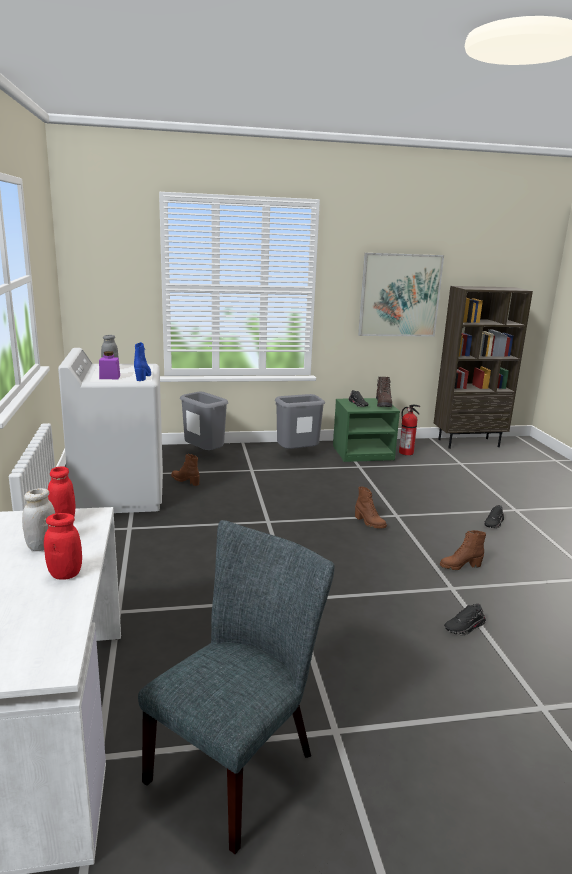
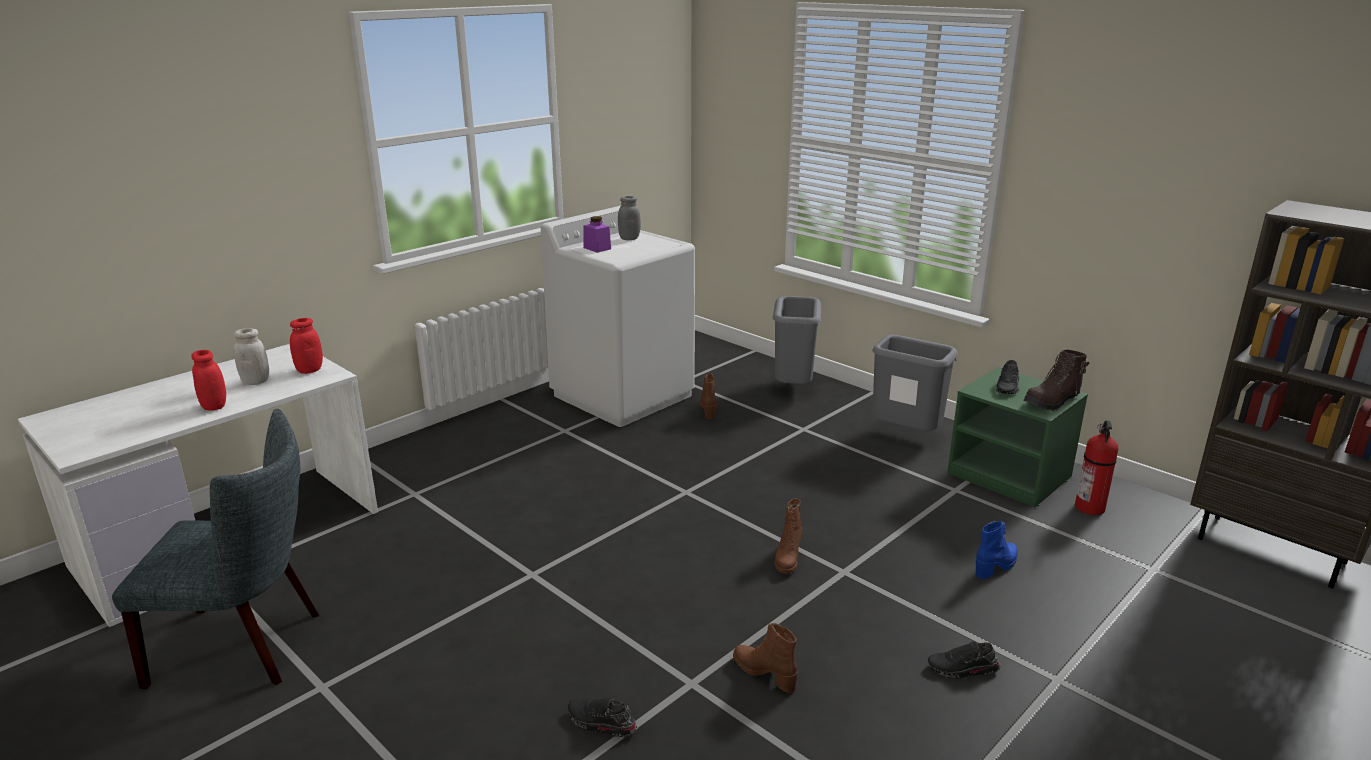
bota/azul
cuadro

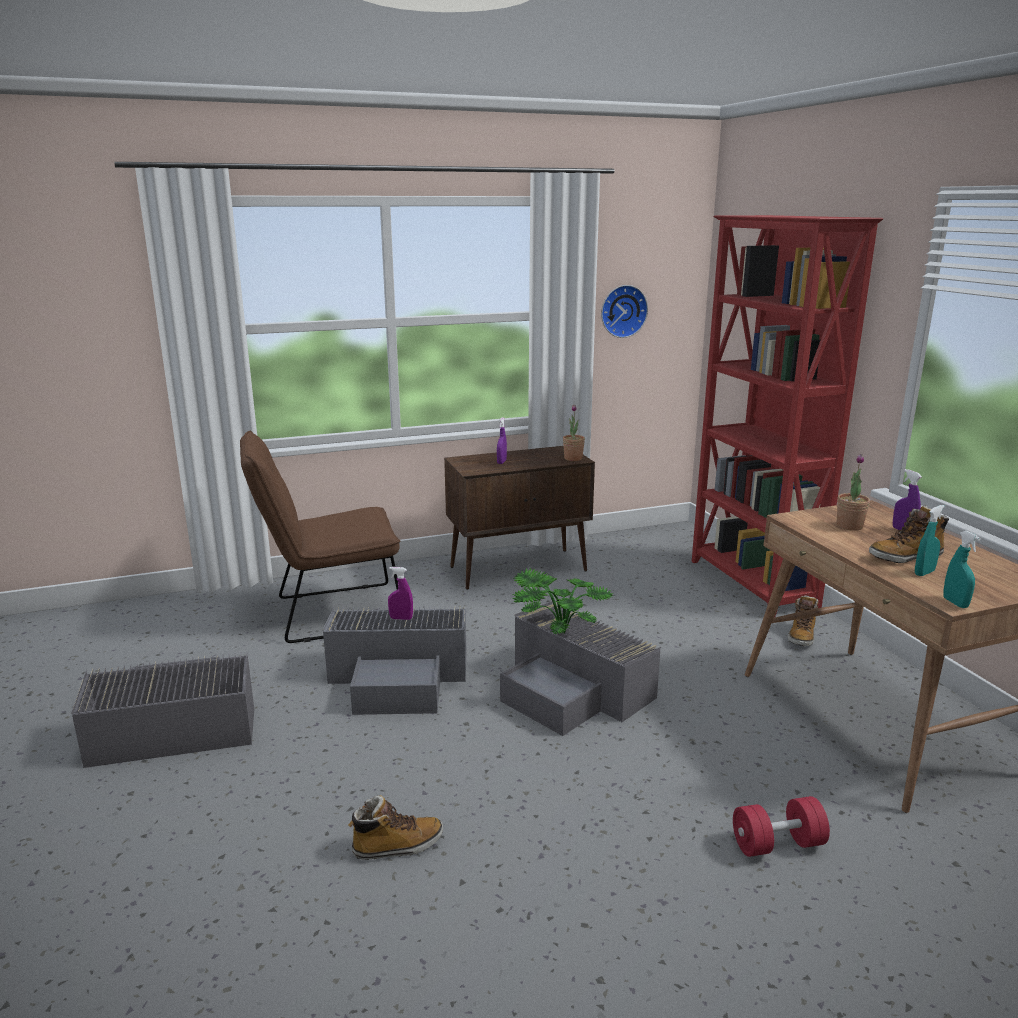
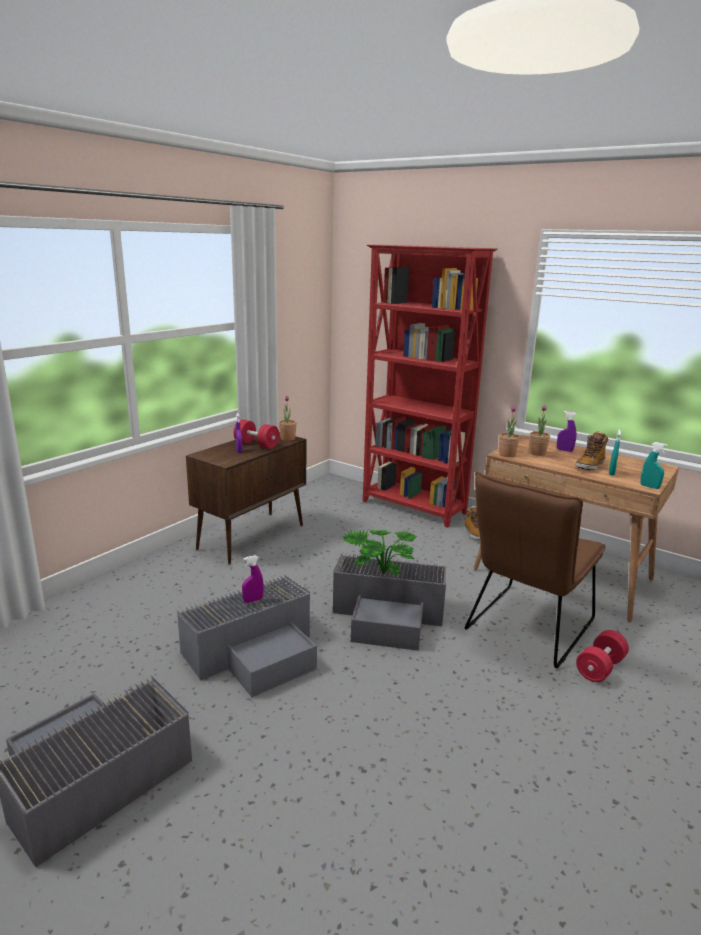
mancuerna/rojo (1st from left)
silla/marrón
planta en maceta (3rd from left)
bota (1st from left in the first image)
reloj de pared

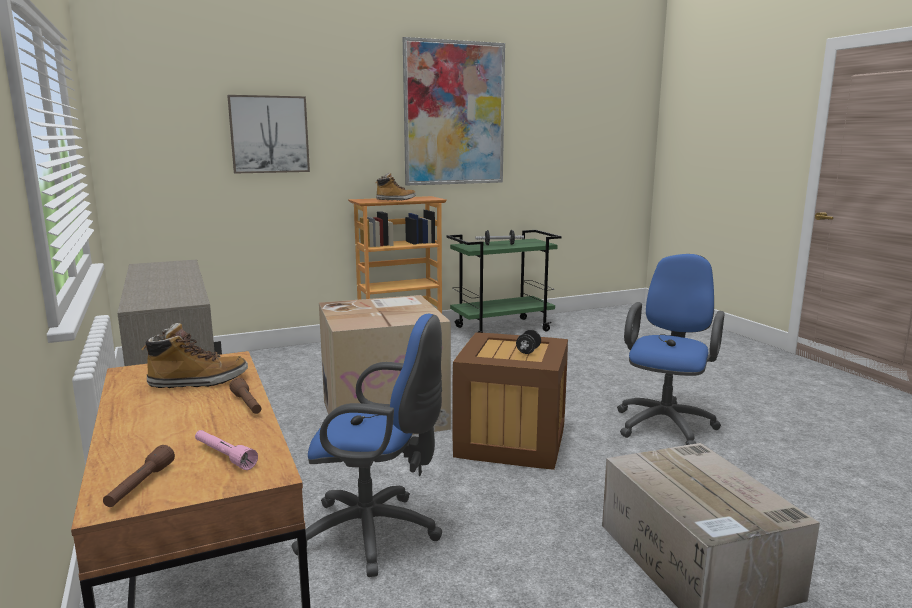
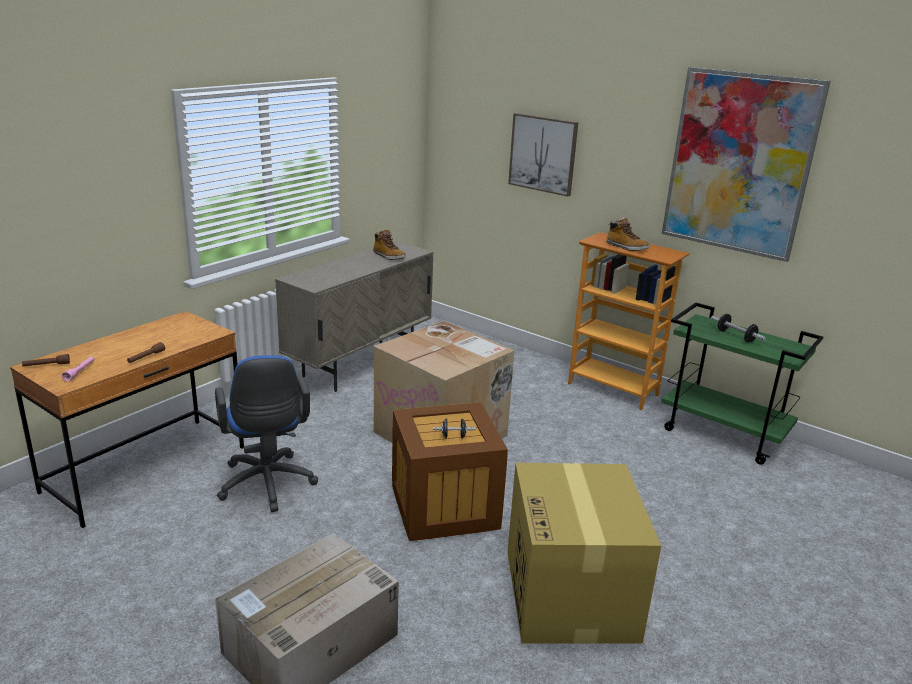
bota (1st from left)
caja de cartón (3rd from left)

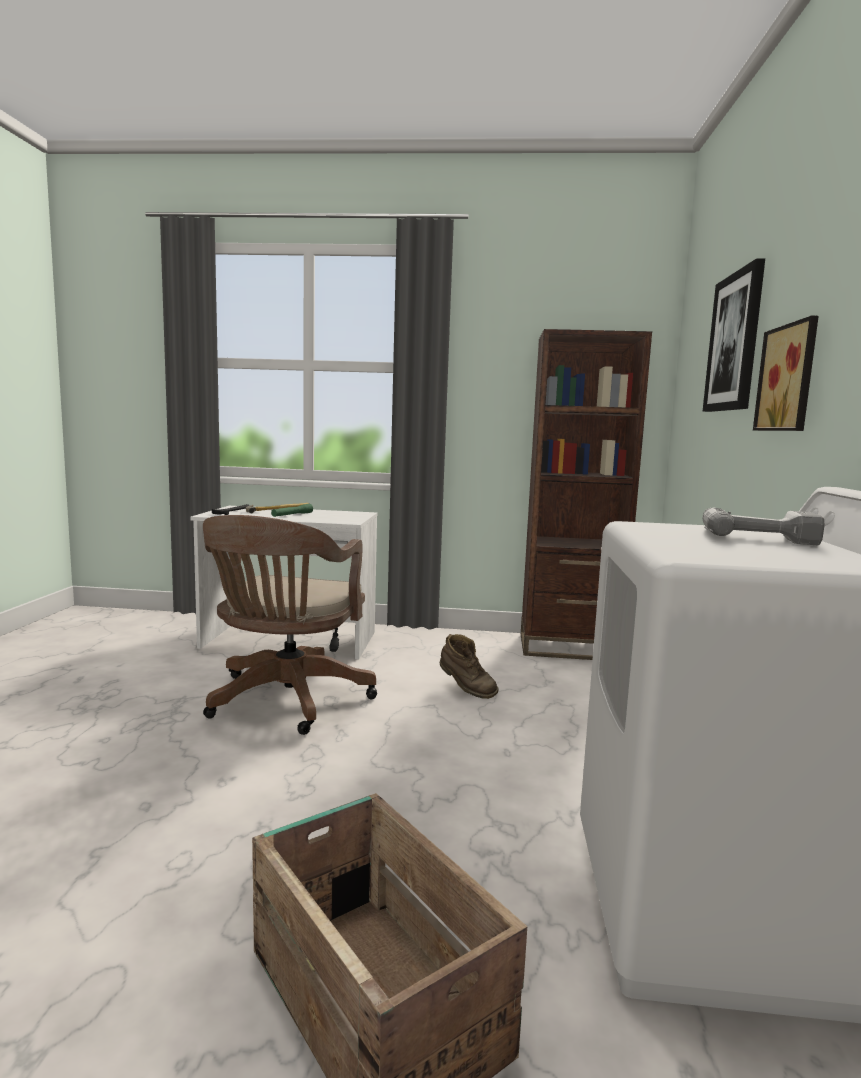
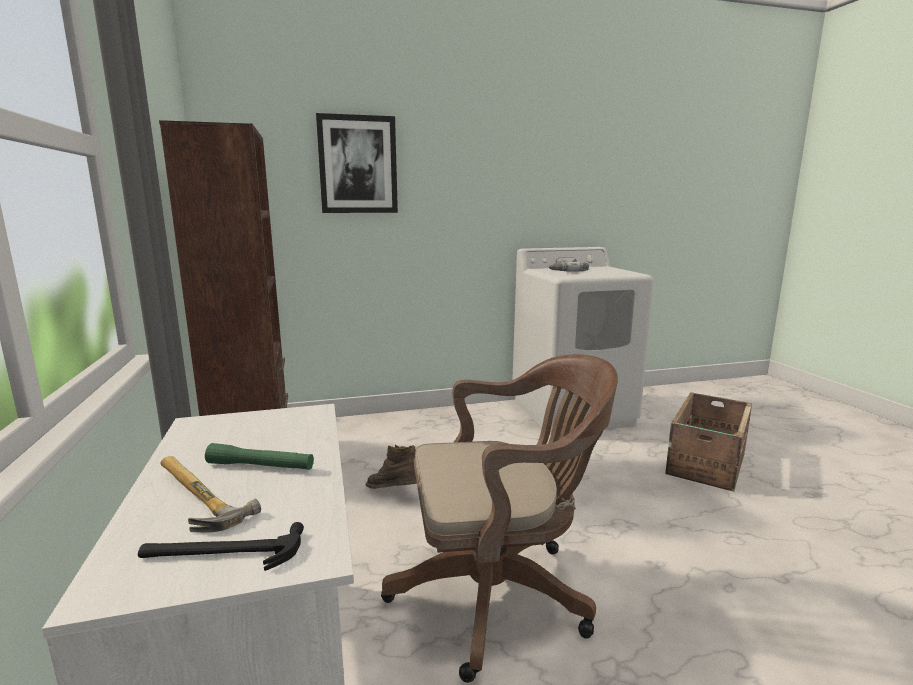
bota/marrón
cuadro (2nd from left in the first image)

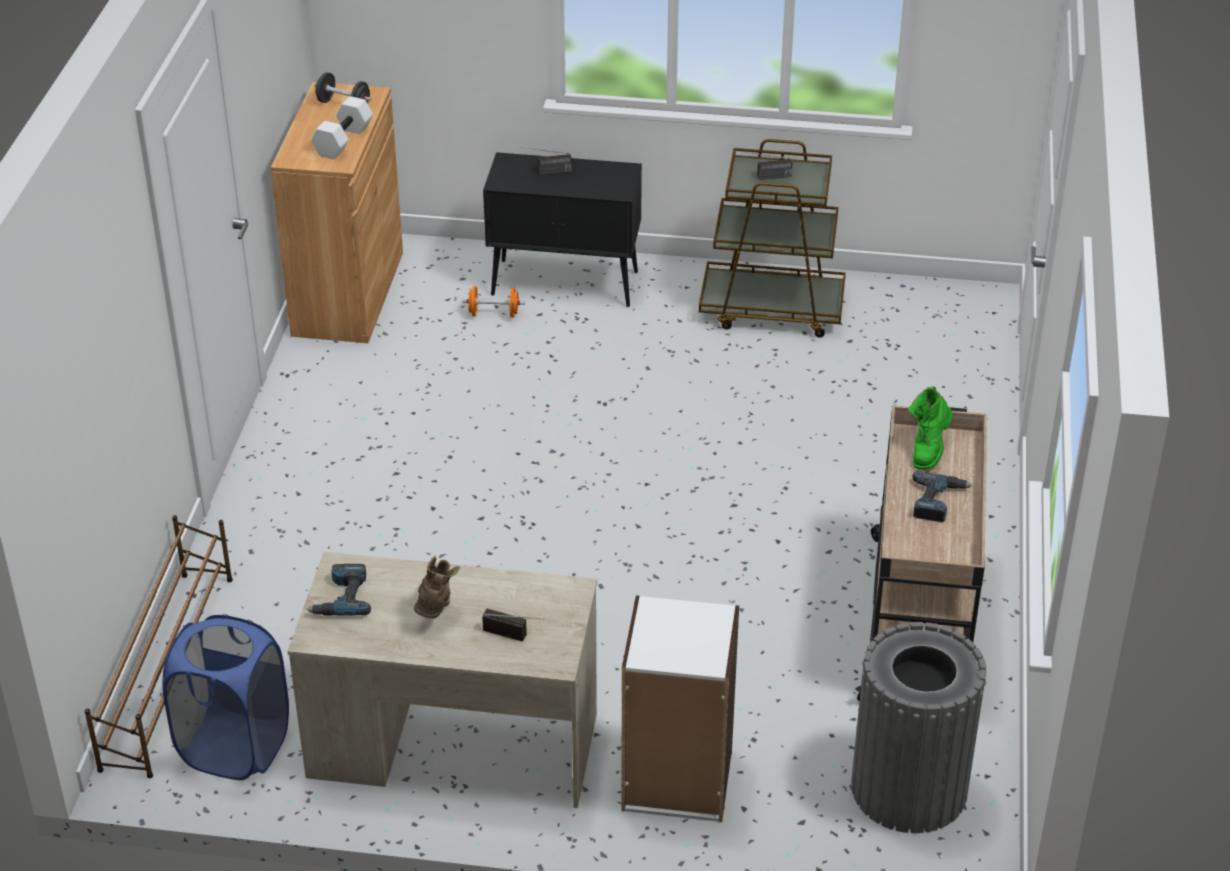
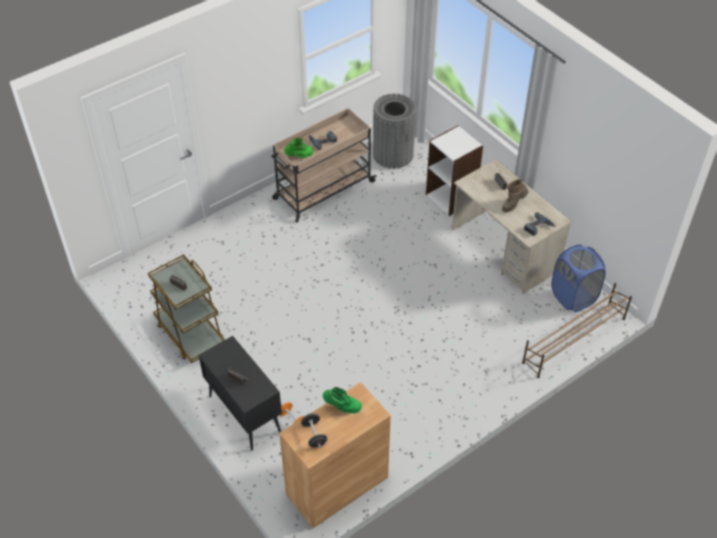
bota/verde (2nd from left)

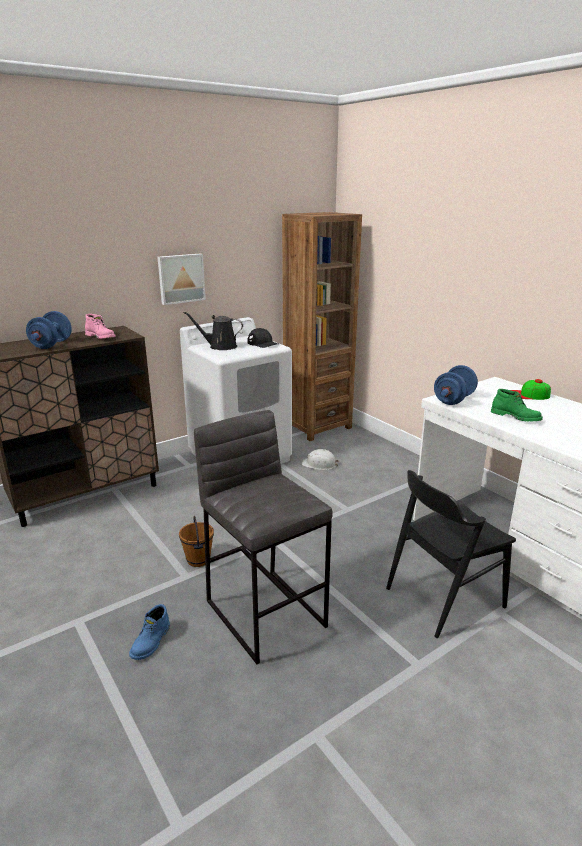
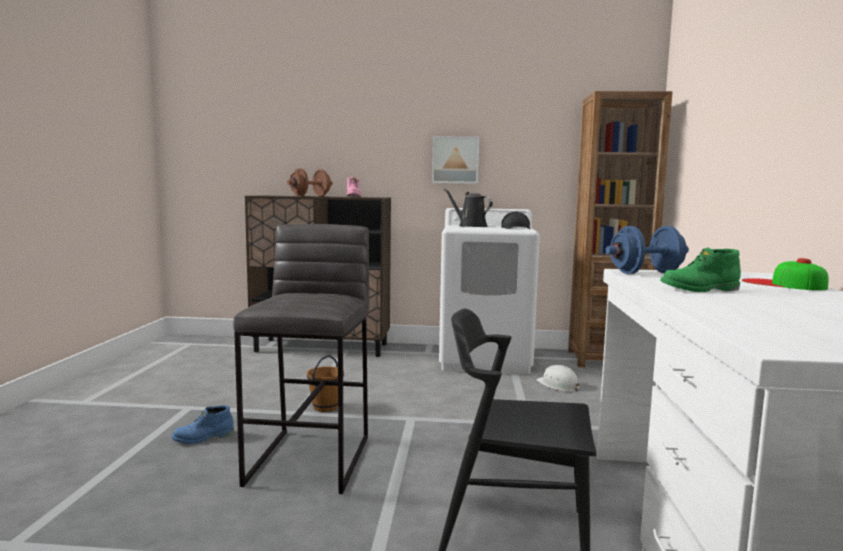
mancuerna/marrón
bota/verde

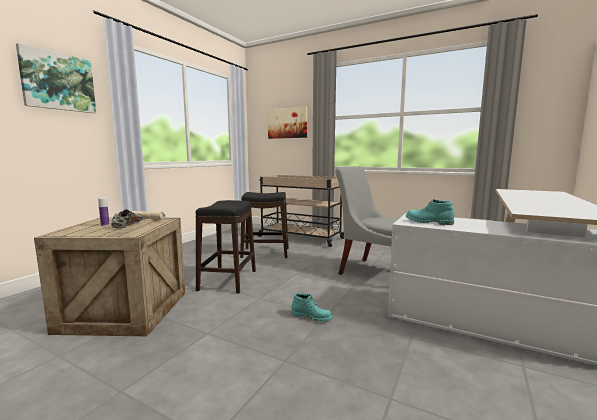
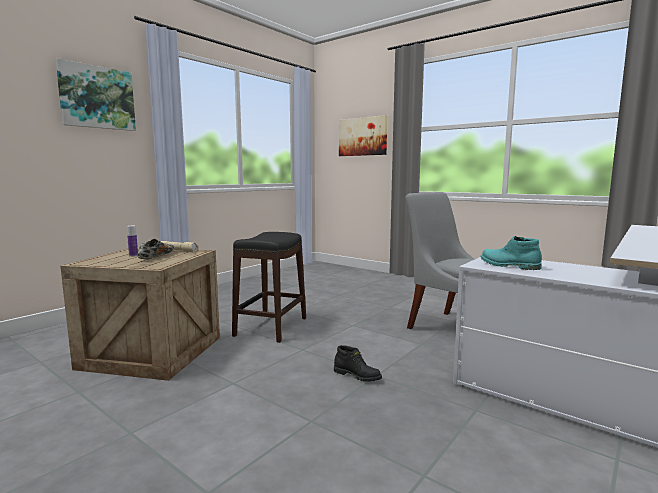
bota/negro
taburete/negro (2nd from left in the first image)
carrito/beis

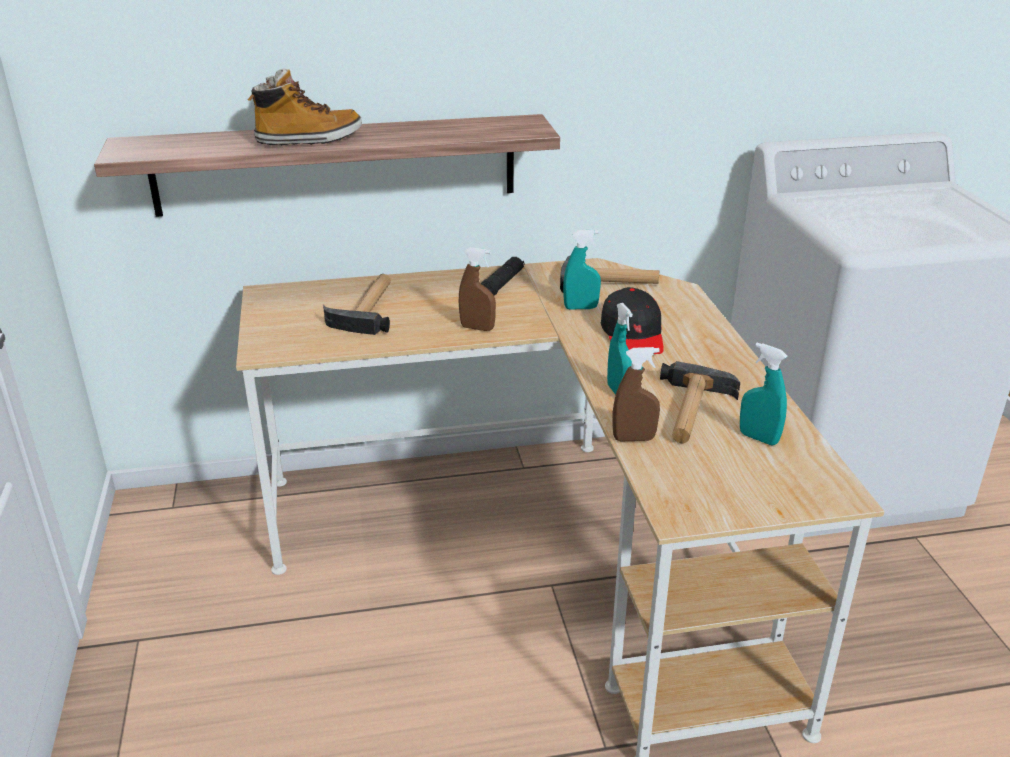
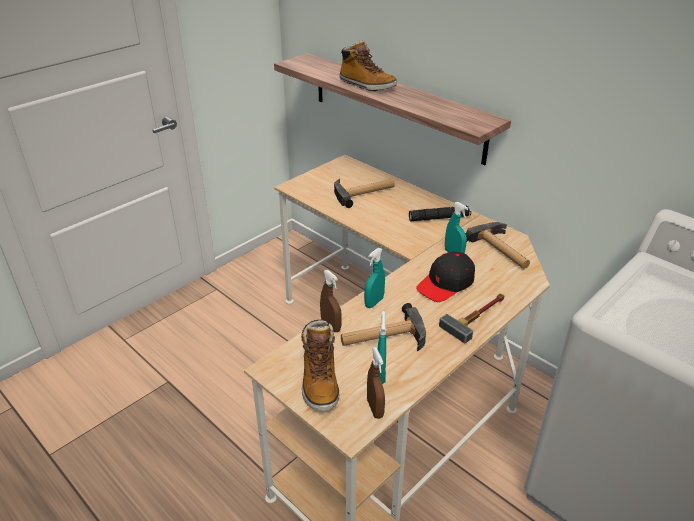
bota (1st from left)
pulverizador/marrón (2nd from left)
martillo (3rd from left)

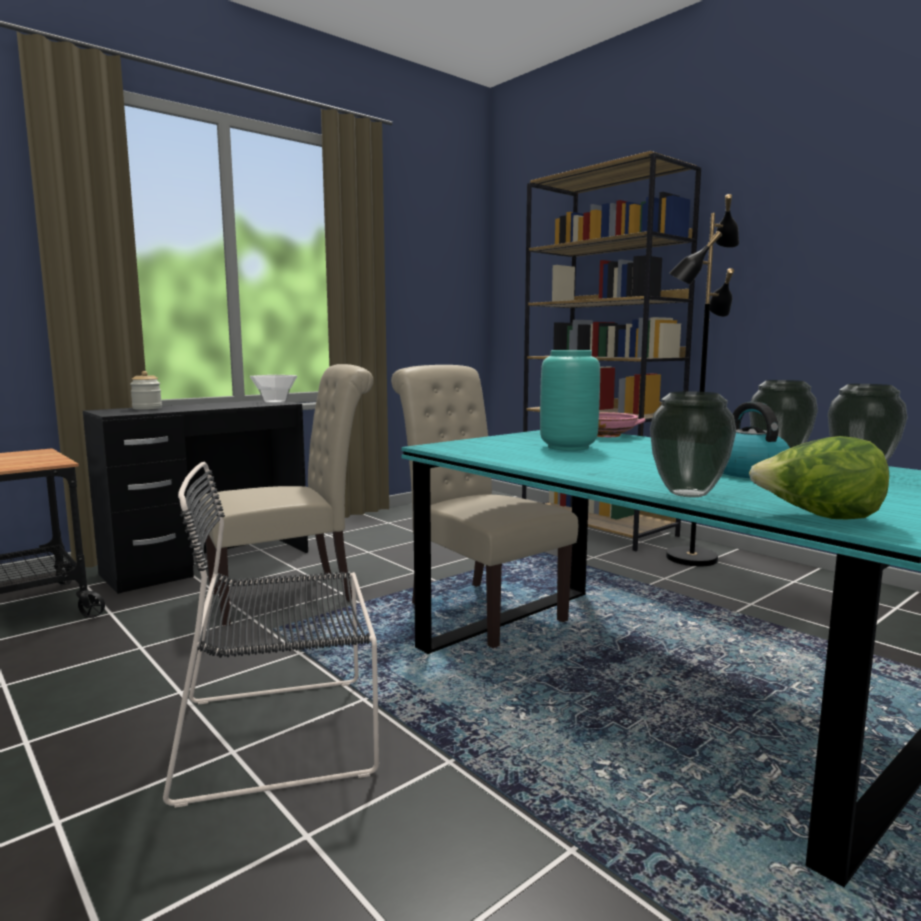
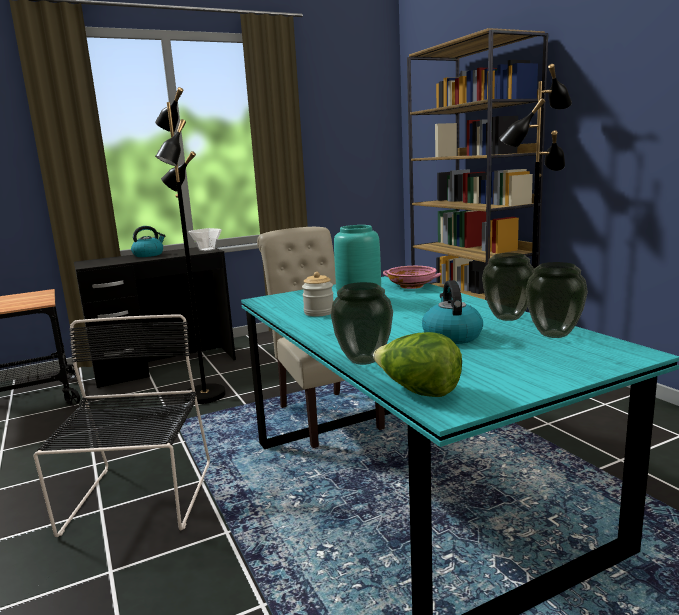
silla/negro
hervidor (1st from left)
lámpara de pie/negro (1st from left)
tarro

